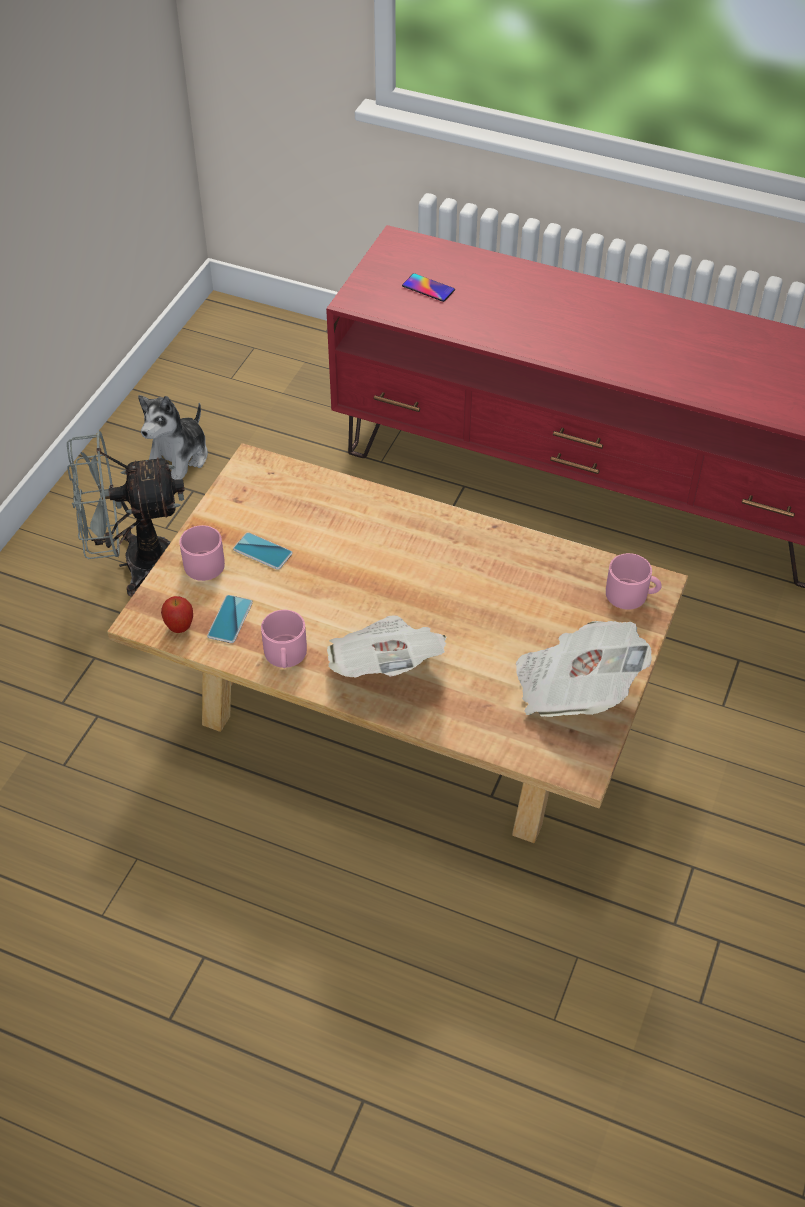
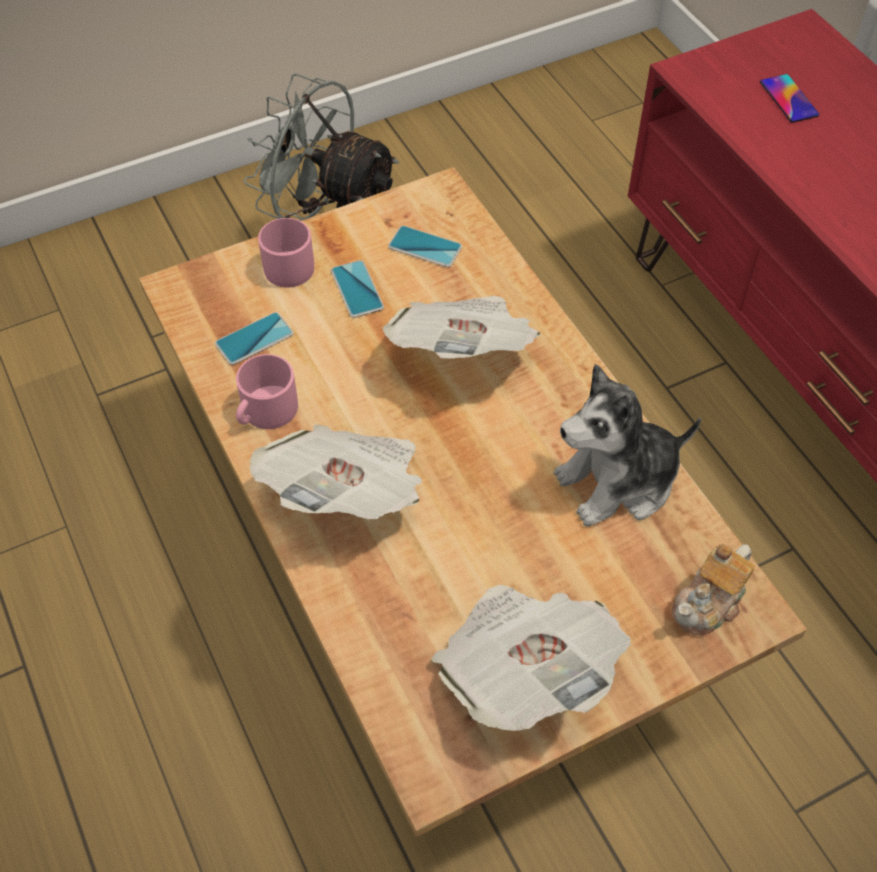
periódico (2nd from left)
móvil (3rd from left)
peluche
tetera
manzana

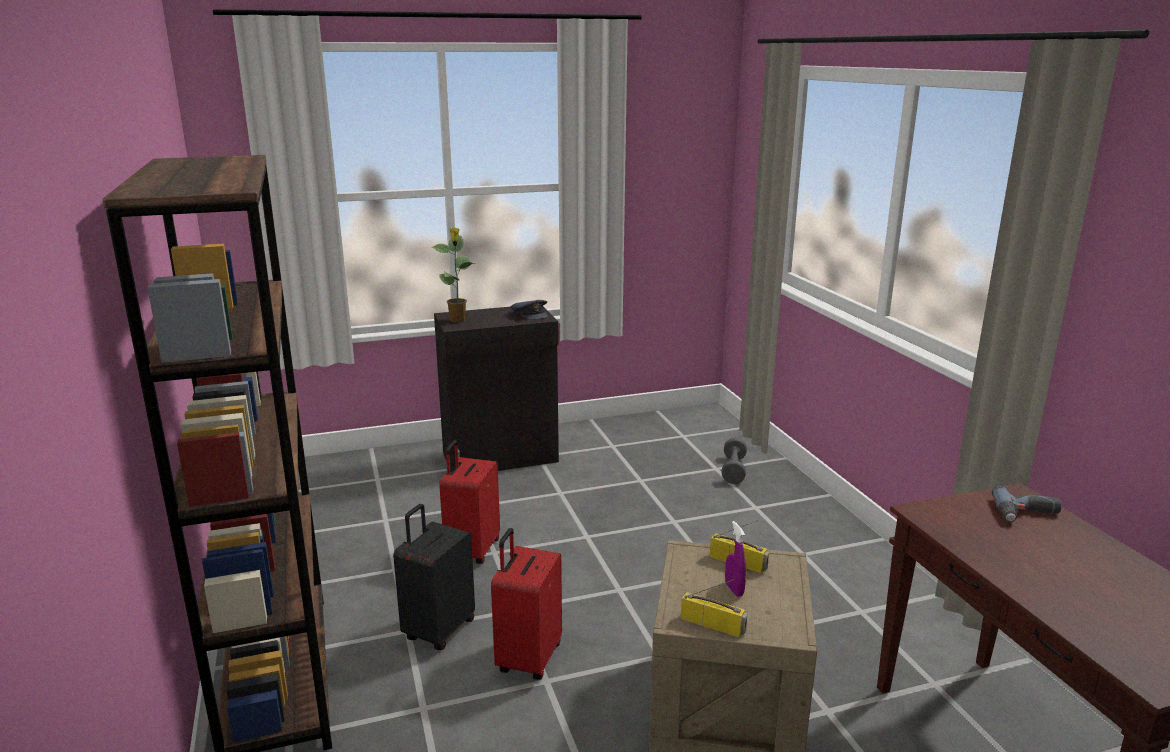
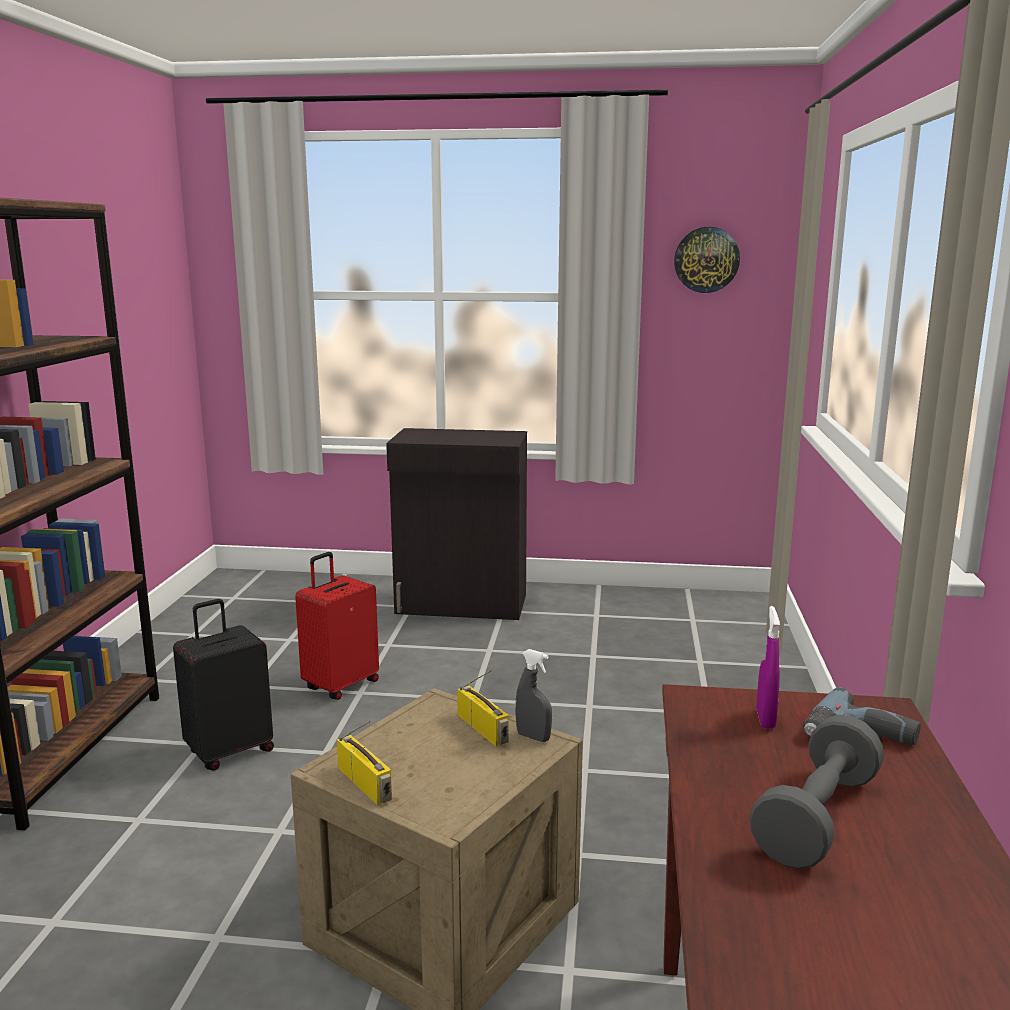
pulverizador/gris
reloj de pared
mancuerna/gris
pulverizador/morado
planta en maceta
maleta/rojo (2nd from left in the first image)
gorra/gris

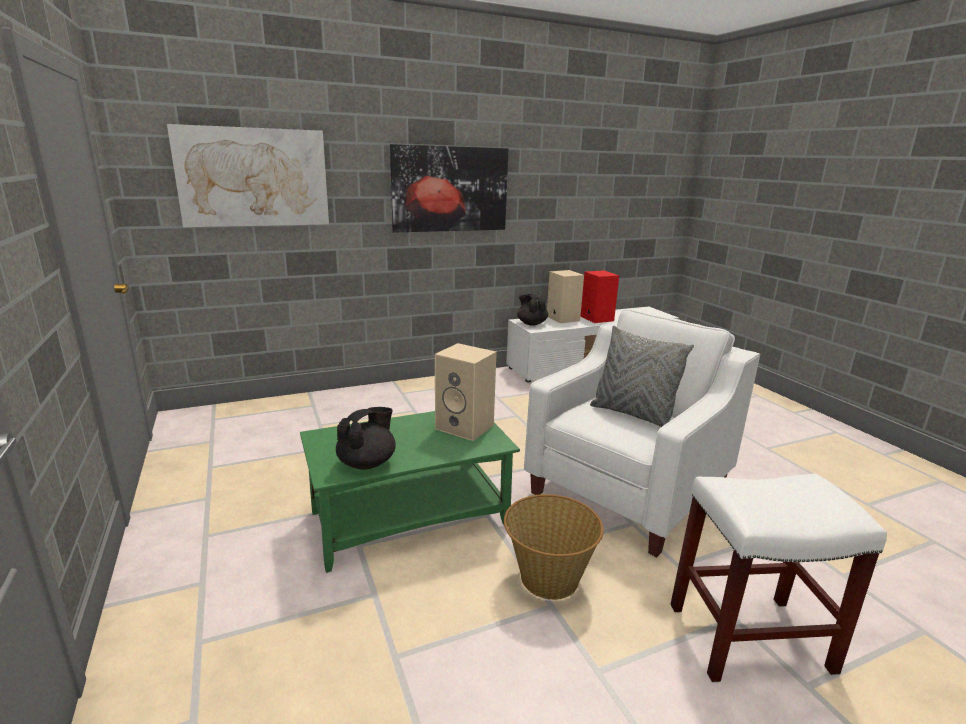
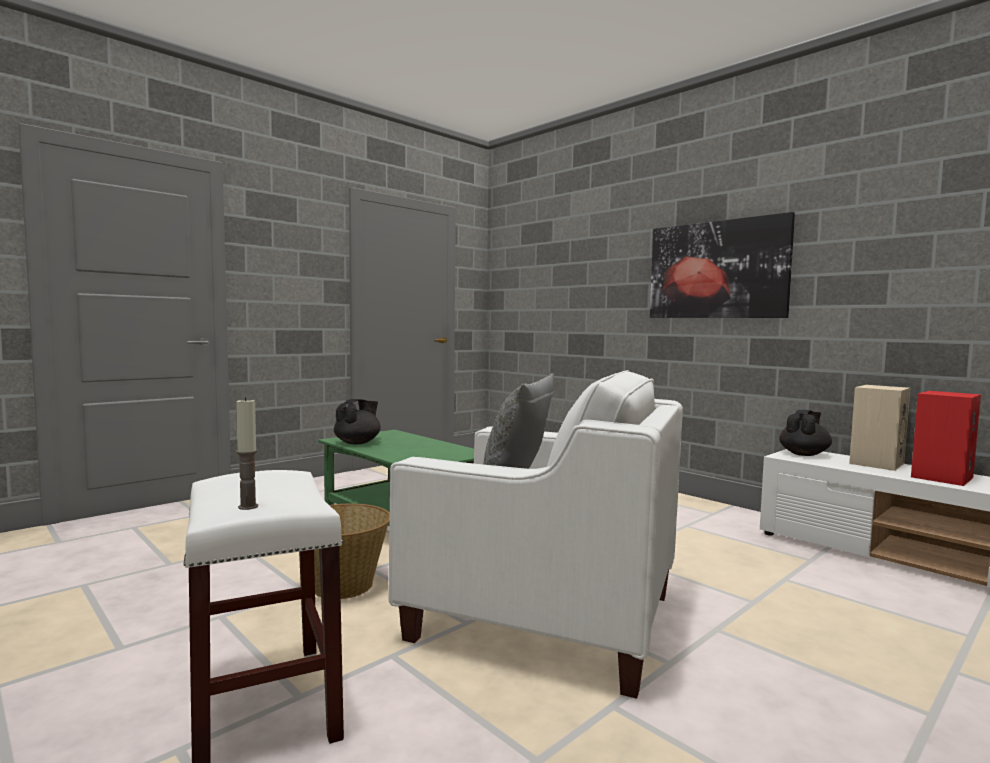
vela
tetera/negro (1st from left)
cuadro (1st from left in the first image)
altavoz/beis (1st from left in the first image)

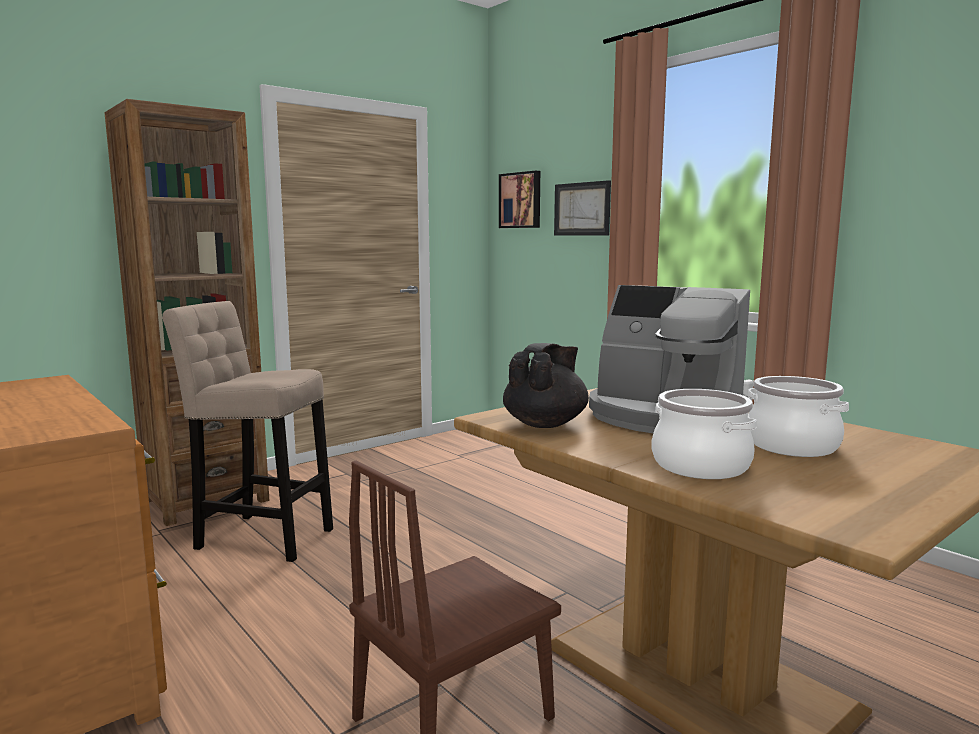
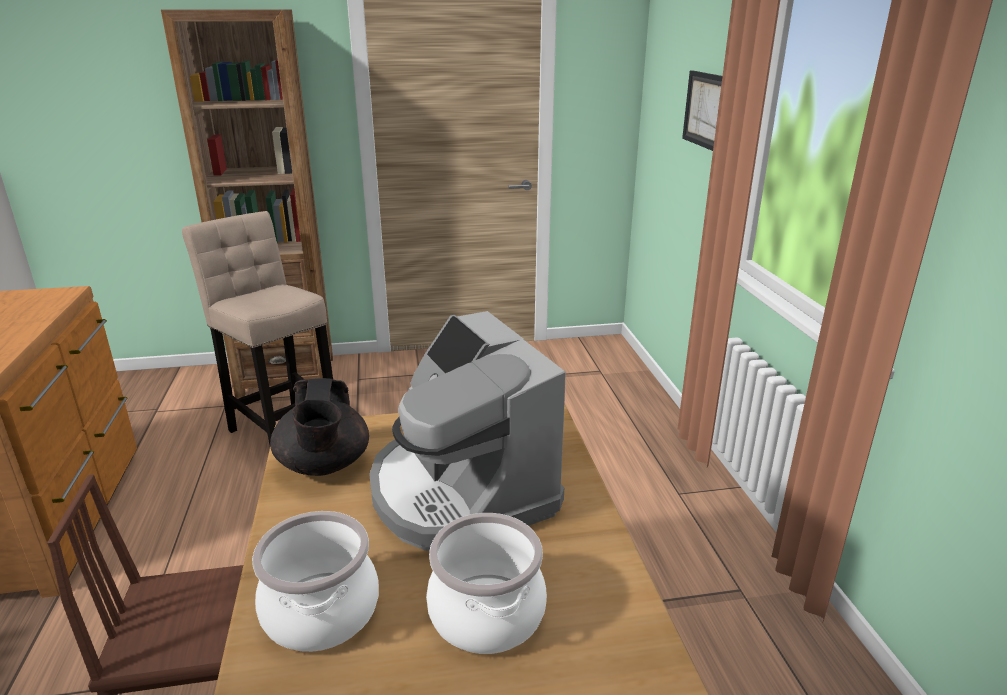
tetera/negro
cuadro (1st from left in the first image)

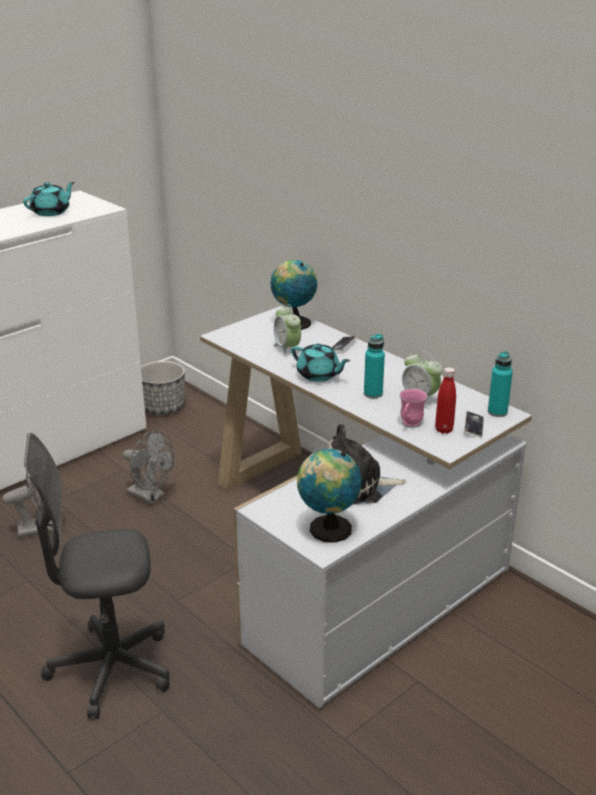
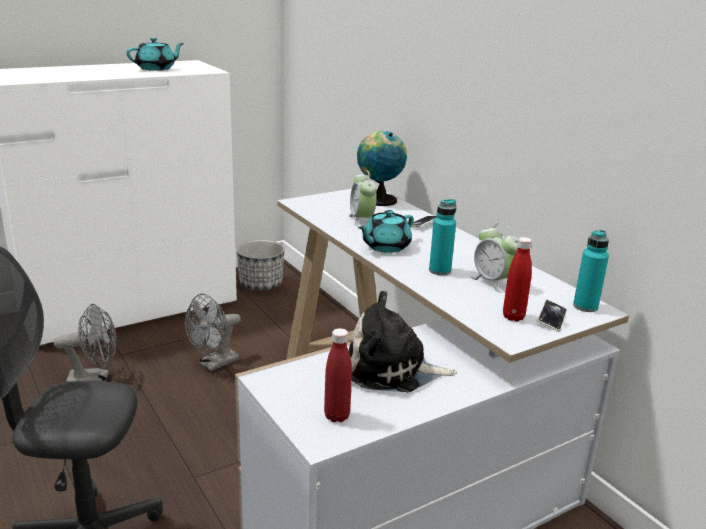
ventilador/gris (2nd from left)
botella/rojo (1st from left)
tetera/turquesa (2nd from left)
taza grande/rosa

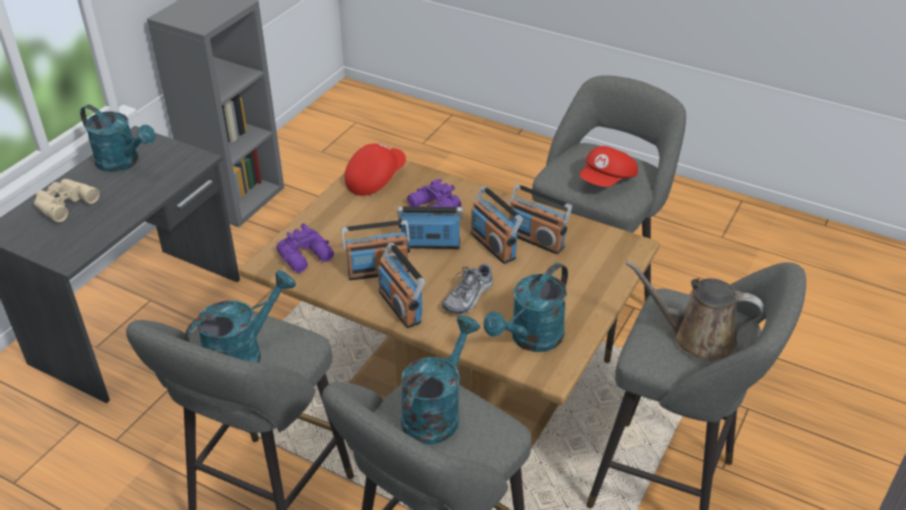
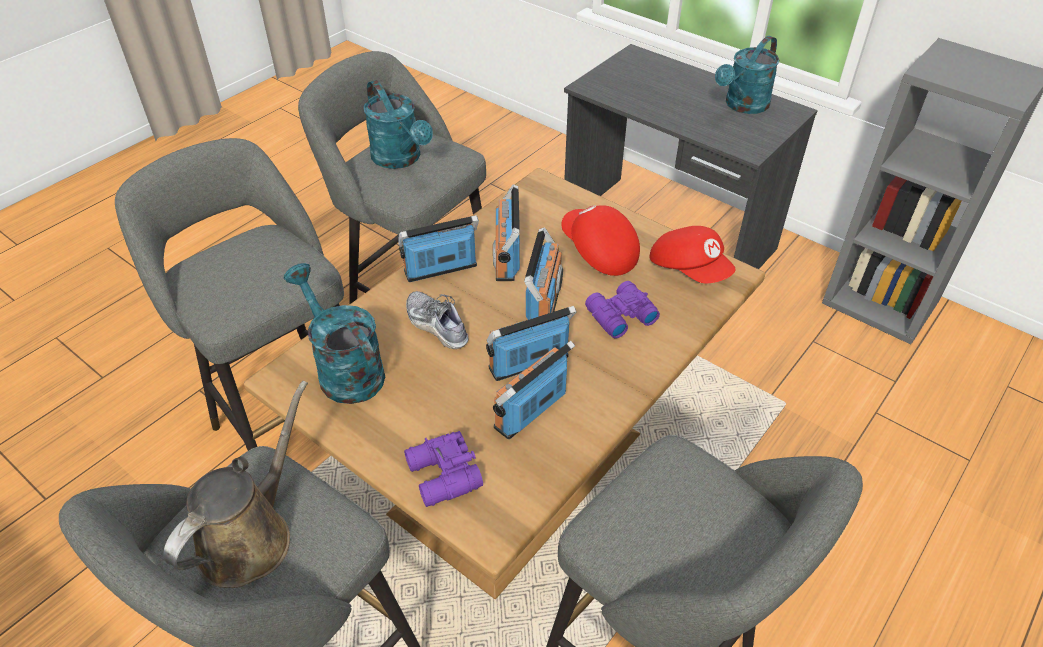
prismáticos/morado (1st from left)
gorra/rojo (1st from left)
prismáticos/beis
regadera/turquesa (3rd from left in the first image)

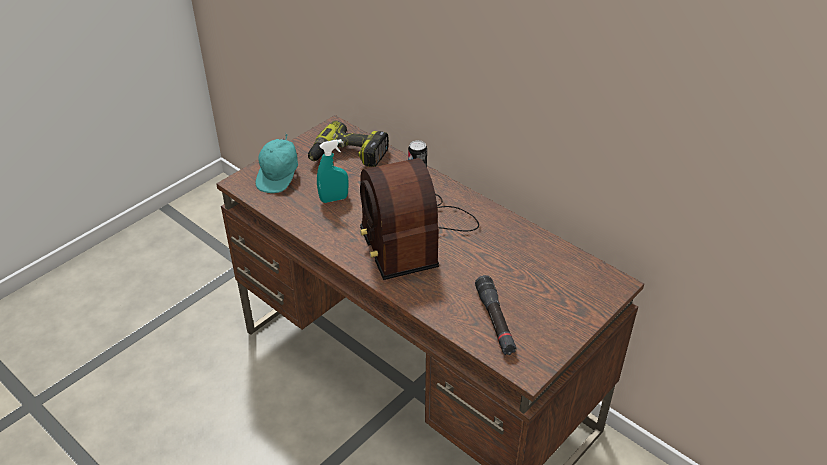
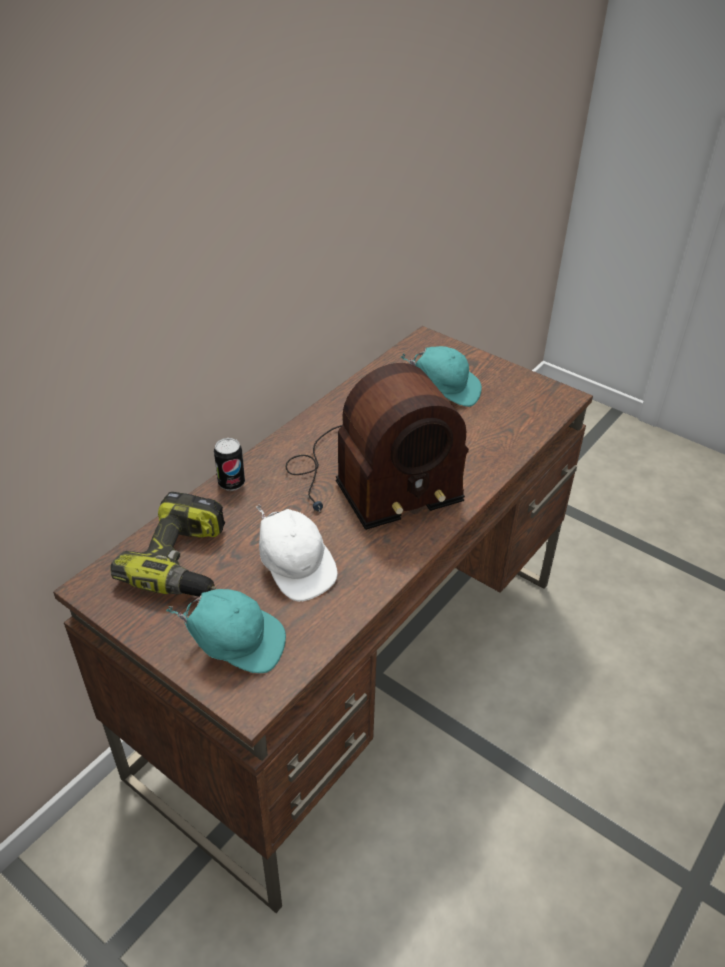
gorra/blanco
gorra/turquesa (2nd from left)
linterna/negro

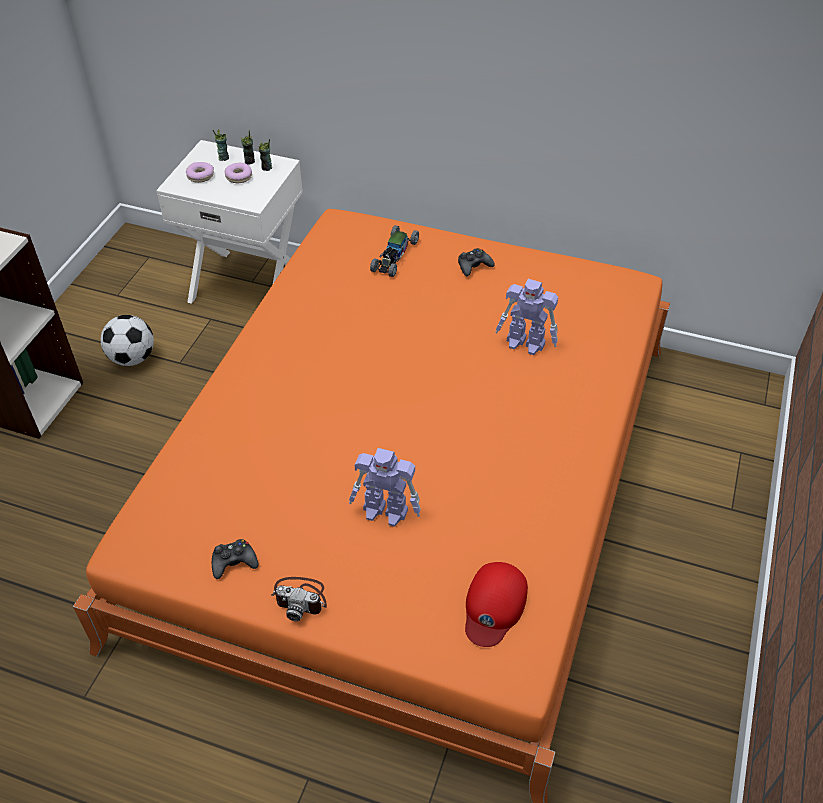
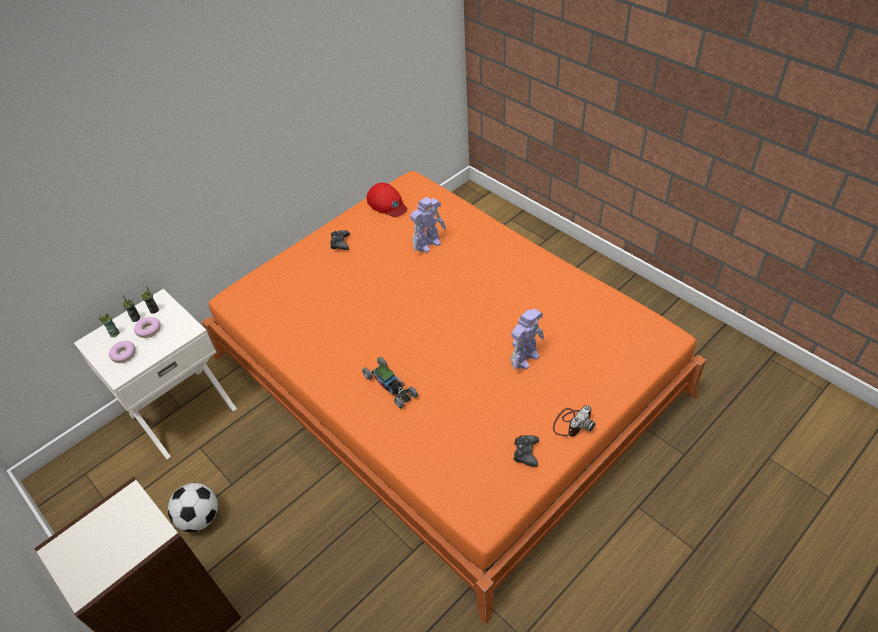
coche de juguete
gorra/rojo

